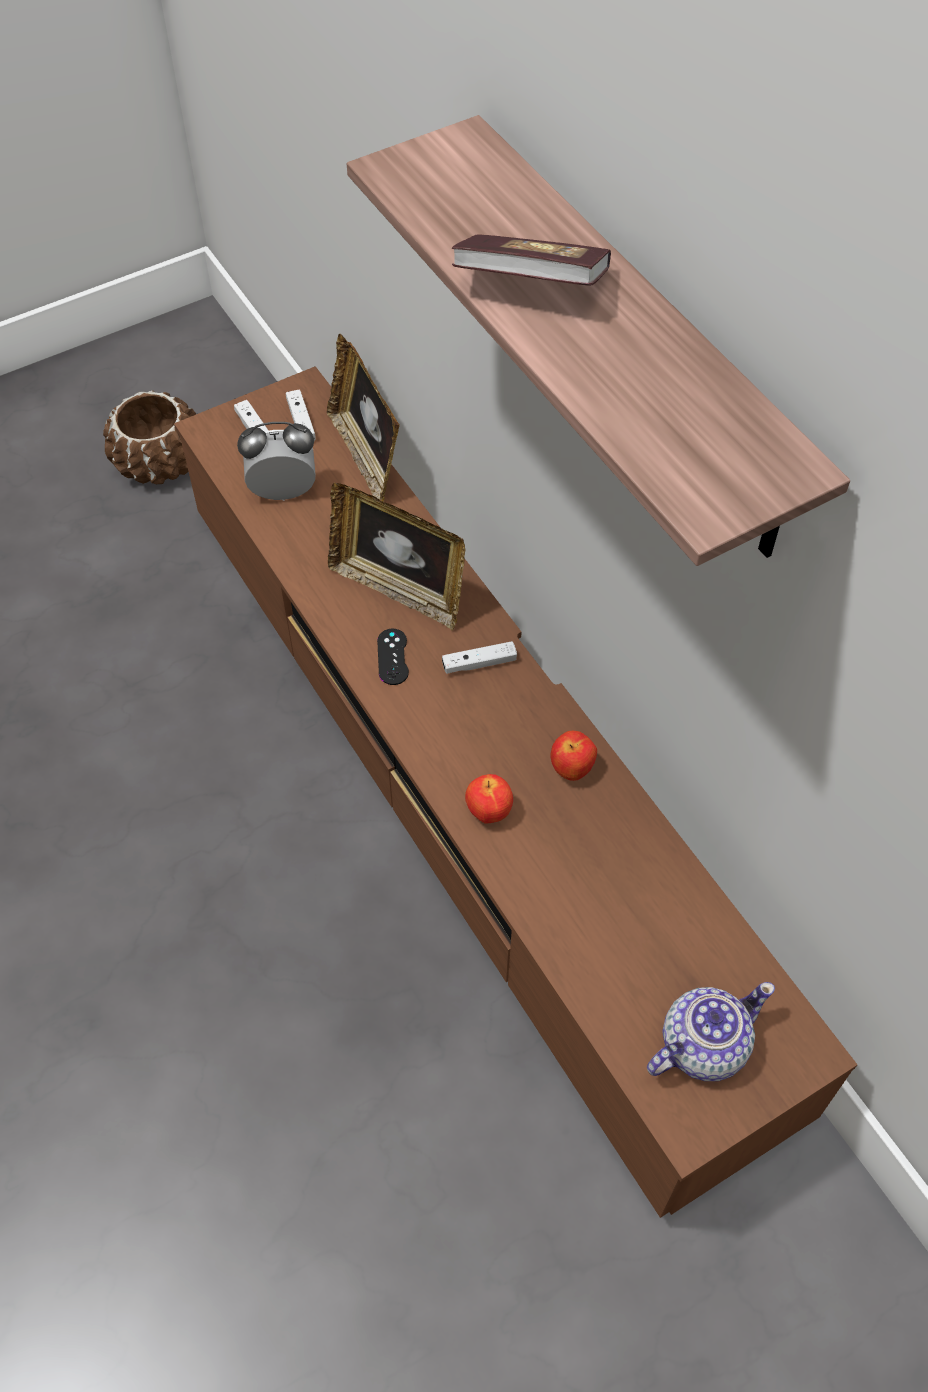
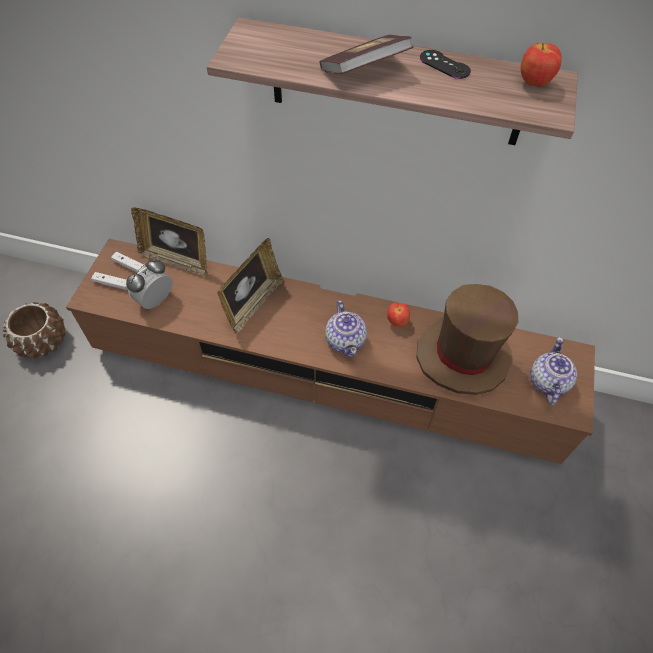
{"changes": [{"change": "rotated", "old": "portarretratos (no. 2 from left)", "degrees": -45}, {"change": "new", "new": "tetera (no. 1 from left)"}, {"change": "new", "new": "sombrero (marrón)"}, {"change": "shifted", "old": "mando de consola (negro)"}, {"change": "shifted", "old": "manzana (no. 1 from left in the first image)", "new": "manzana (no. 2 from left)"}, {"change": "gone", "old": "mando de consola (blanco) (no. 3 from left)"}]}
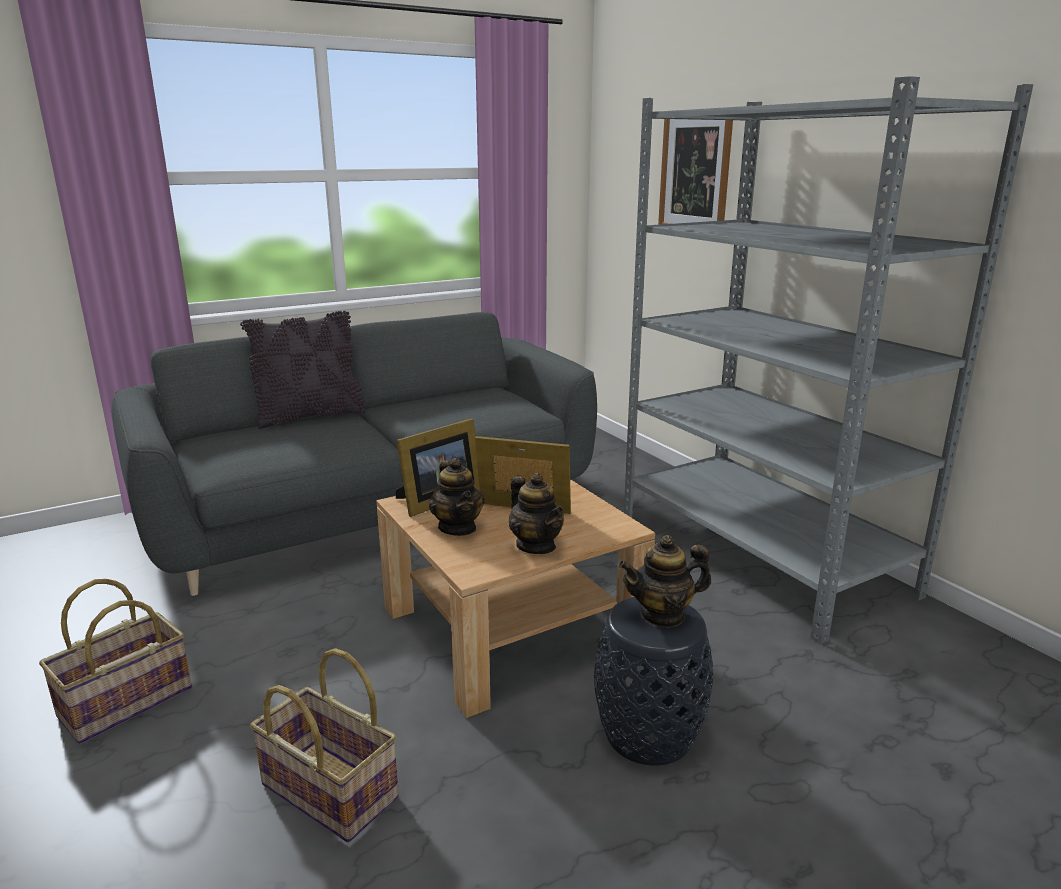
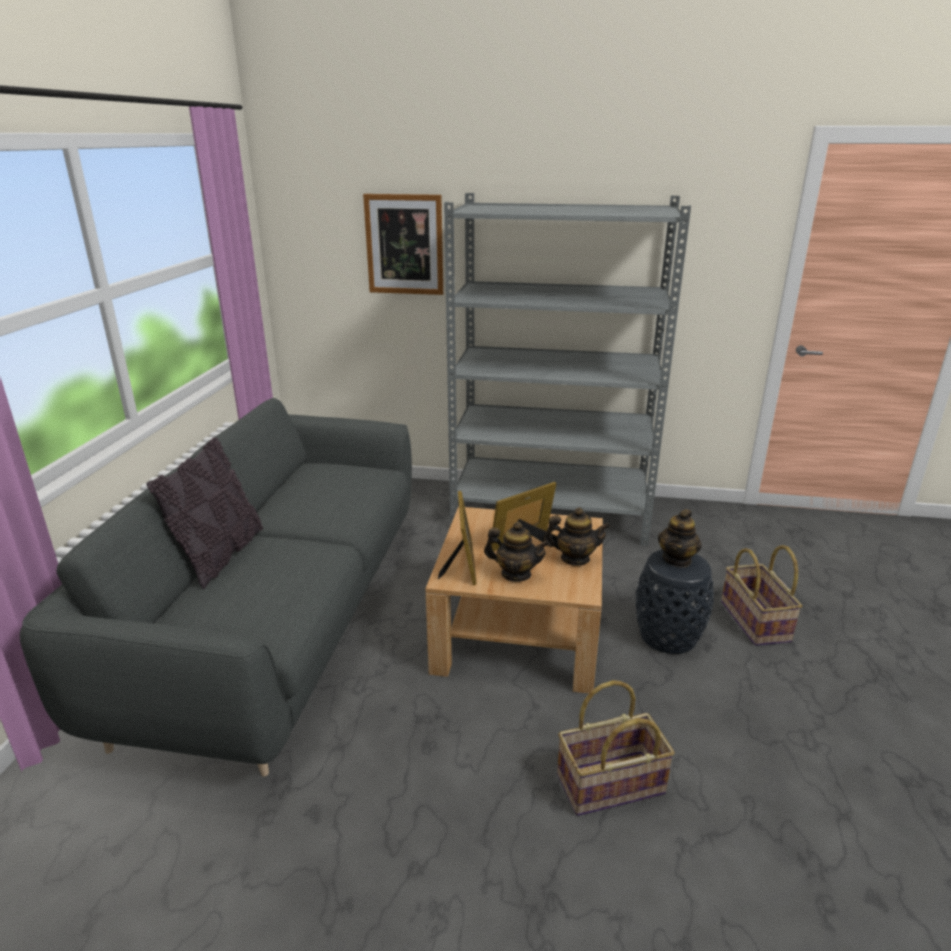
{"changes": [{"change": "shifted", "old": "cesta (no. 1 from left in the first image)", "new": "cesta (no. 2 from left)"}]}
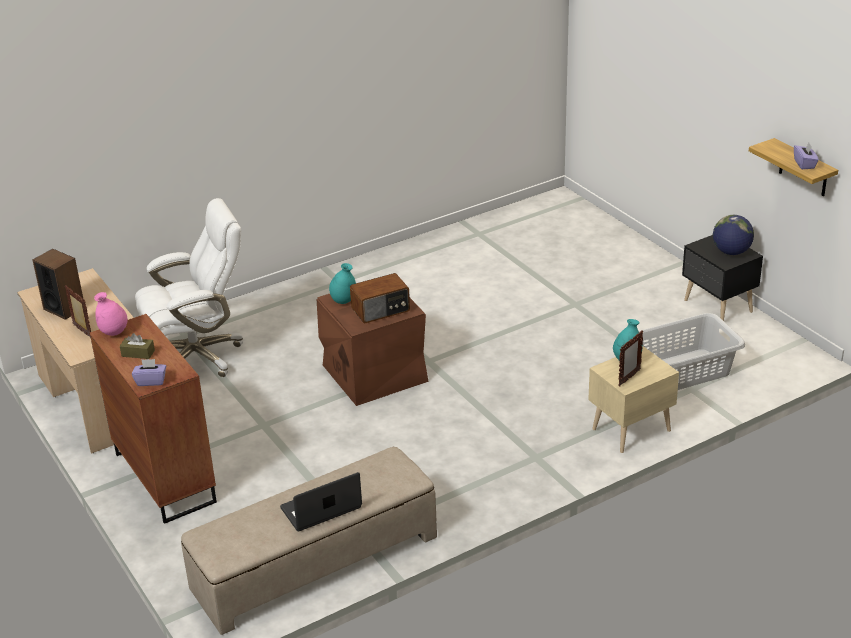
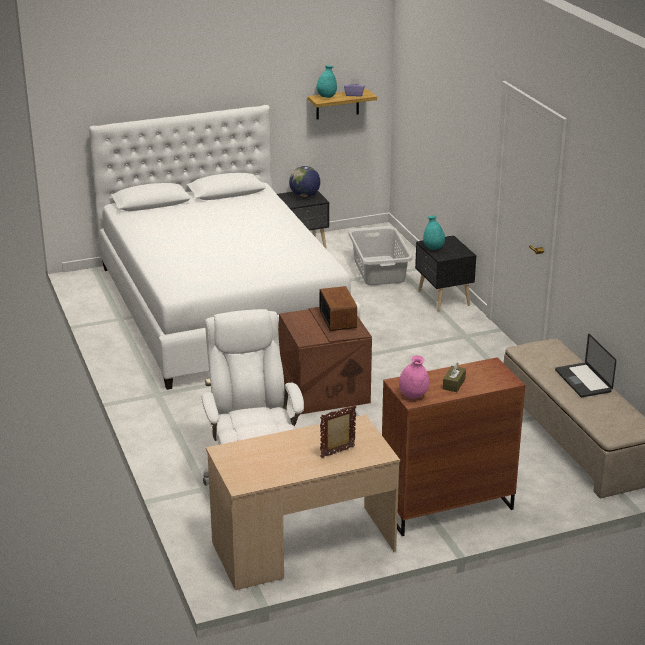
{"changes": [{"change": "new", "new": "cama (blanco)"}, {"change": "shifted", "old": "florero (turquesa) (no. 1 from left)"}, {"change": "repainted", "old": "mesita de noche (beis)", "new": "mesita de noche (negro) (no. 2 from left)"}, {"change": "gone", "old": "altavoz"}, {"change": "gone", "old": "caja de pañuelos (morado) (no. 1 from left)"}, {"change": "gone", "old": "portarretratos (no. 2 from left)"}]}
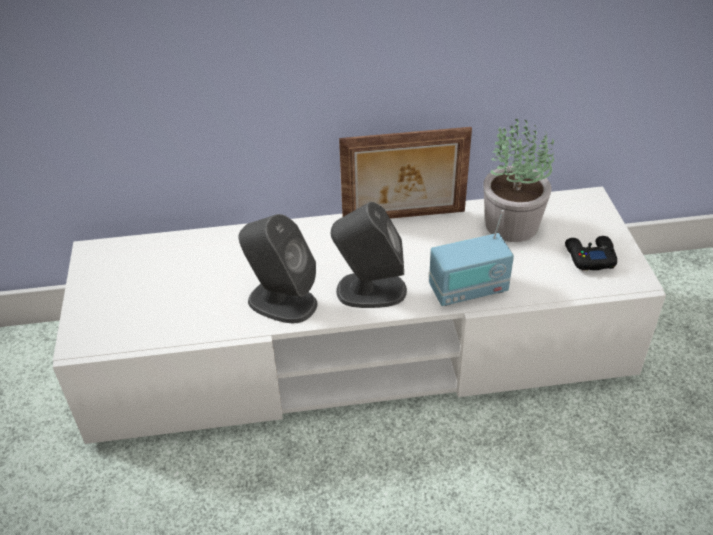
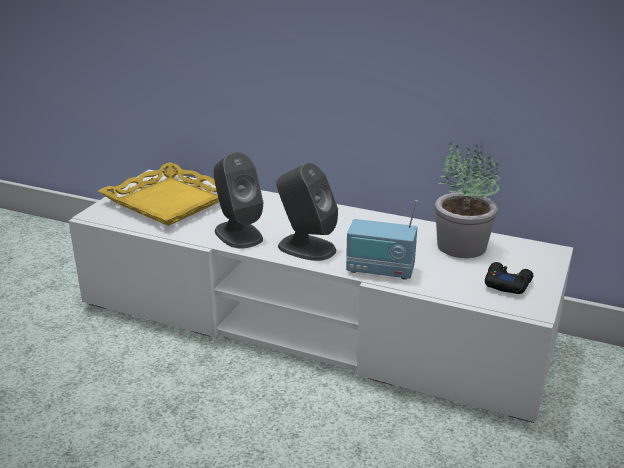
{"changes": [{"change": "new", "new": "bandeja (amarillo)"}, {"change": "gone", "old": "portarretratos"}]}
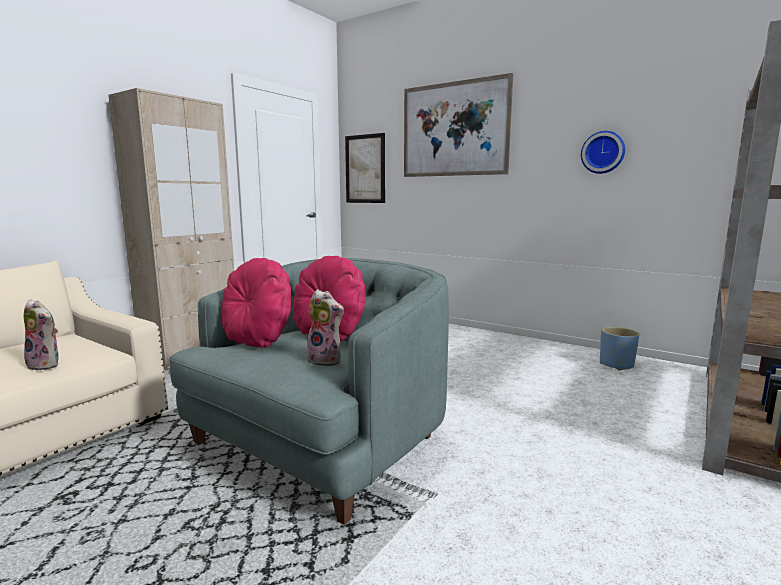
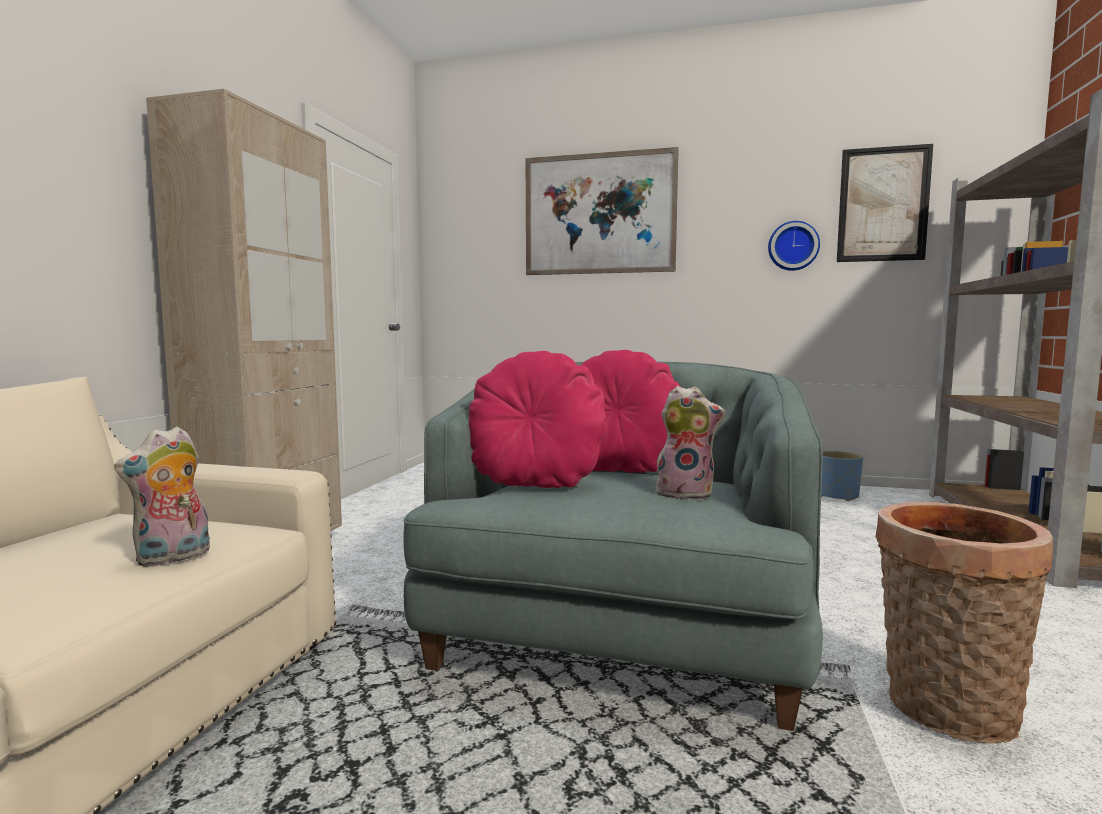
{"changes": [{"change": "rotated", "old": "peluche (no. 1 from left)", "degrees": 120}, {"change": "shifted", "old": "cuadro (no. 1 from left in the first image)", "new": "cuadro (no. 2 from left)"}, {"change": "new", "new": "cesta"}]}
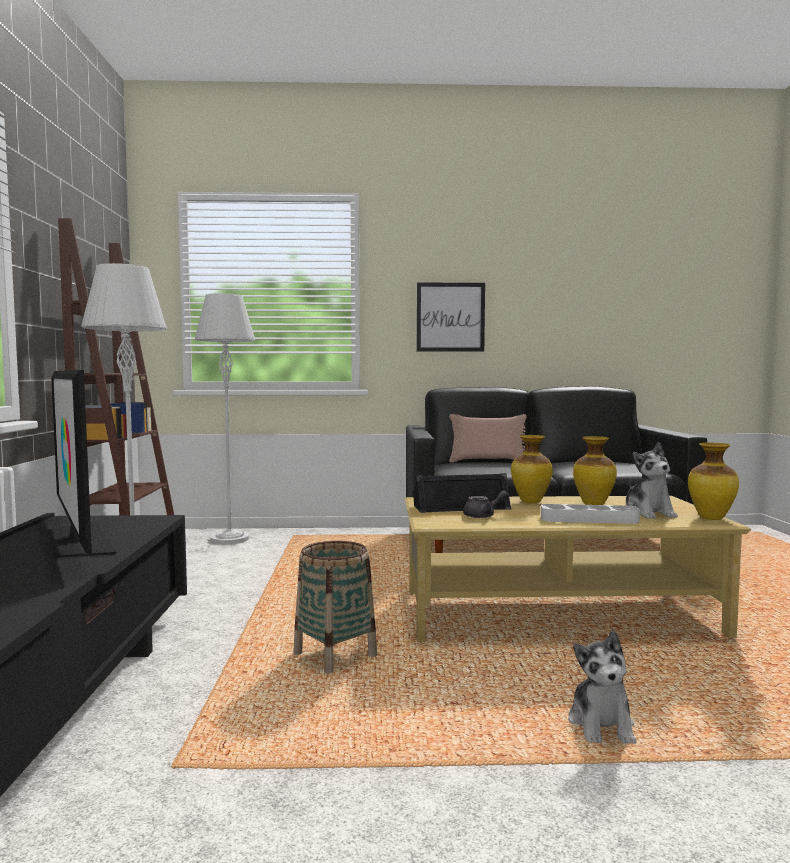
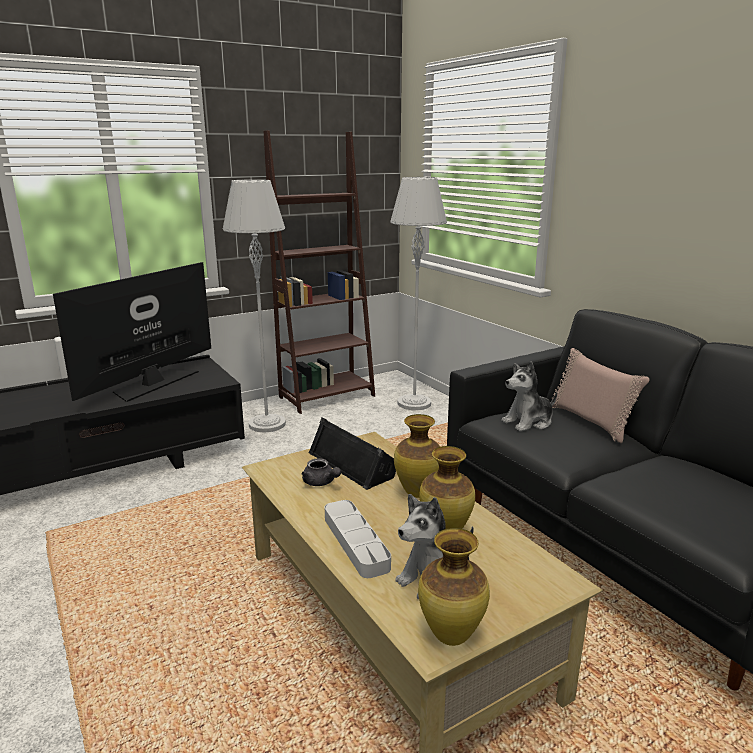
{"changes": [{"change": "shifted", "old": "peluche (no. 1 from left in the first image)", "new": "peluche (no. 2 from left)"}, {"change": "gone", "old": "cesta"}, {"change": "gone", "old": "cuadro"}]}
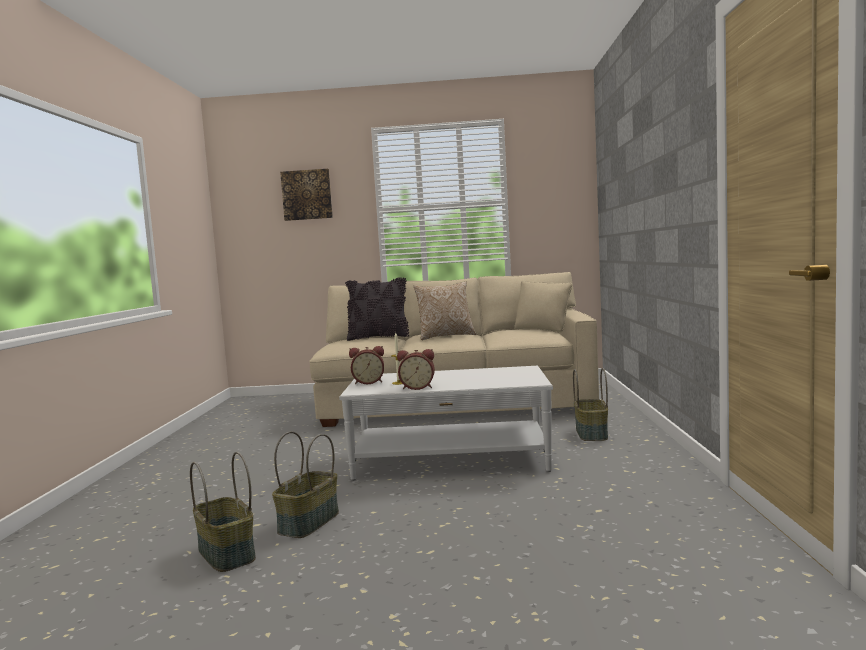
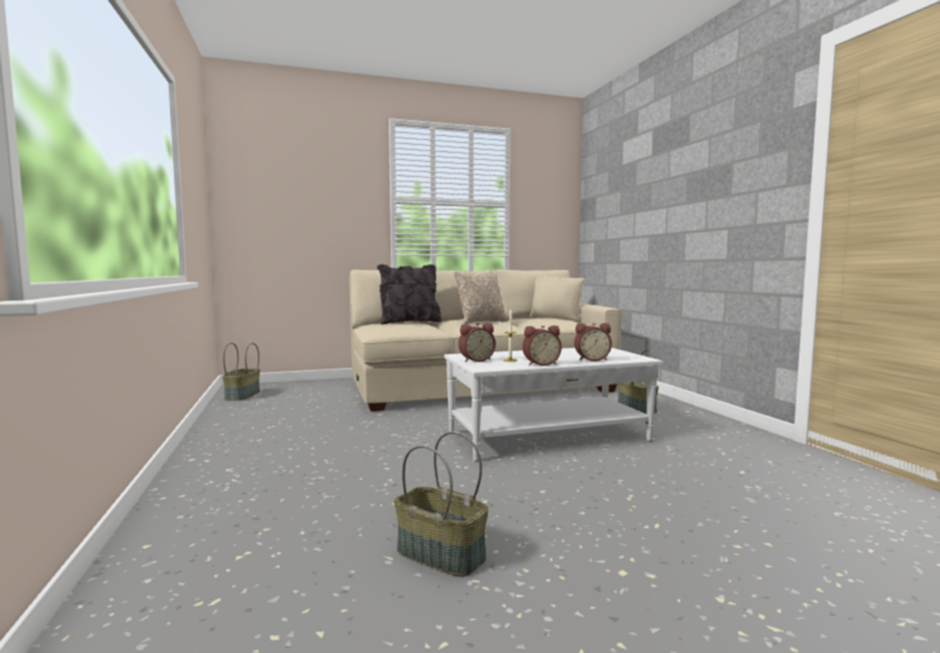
{"changes": [{"change": "shifted", "old": "cesta (no. 2 from left in the first image)", "new": "cesta (no. 1 from left)"}, {"change": "new", "new": "despertador (no. 3 from left)"}, {"change": "gone", "old": "cuadro"}]}
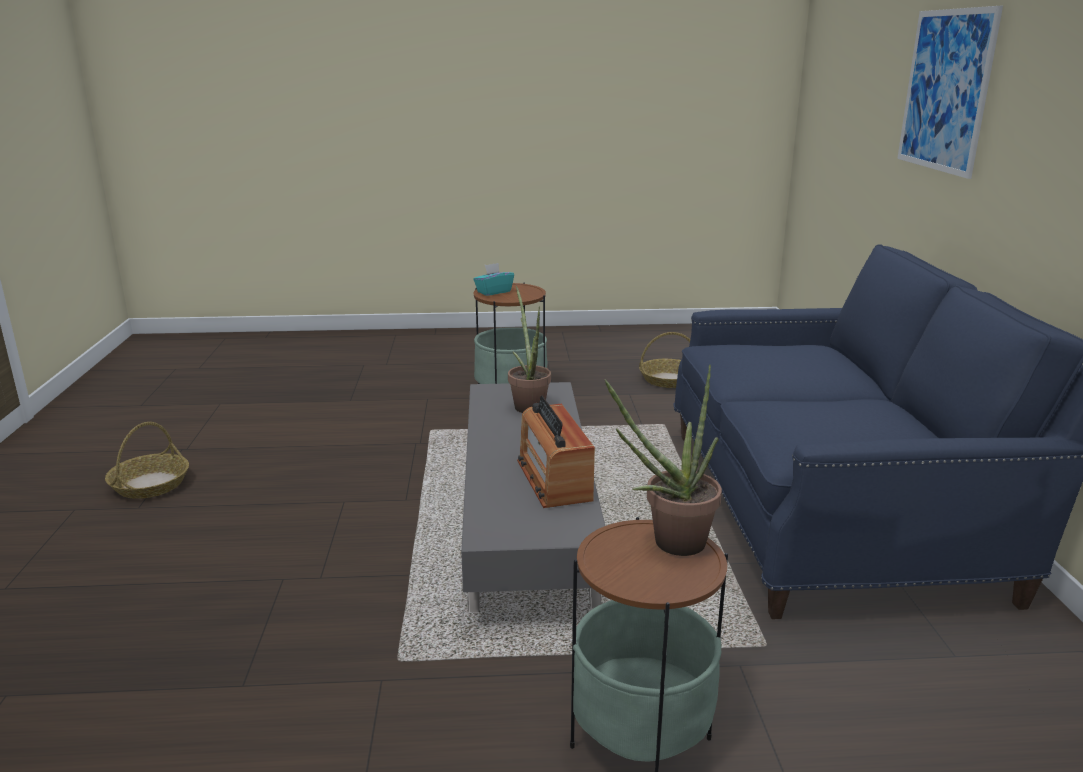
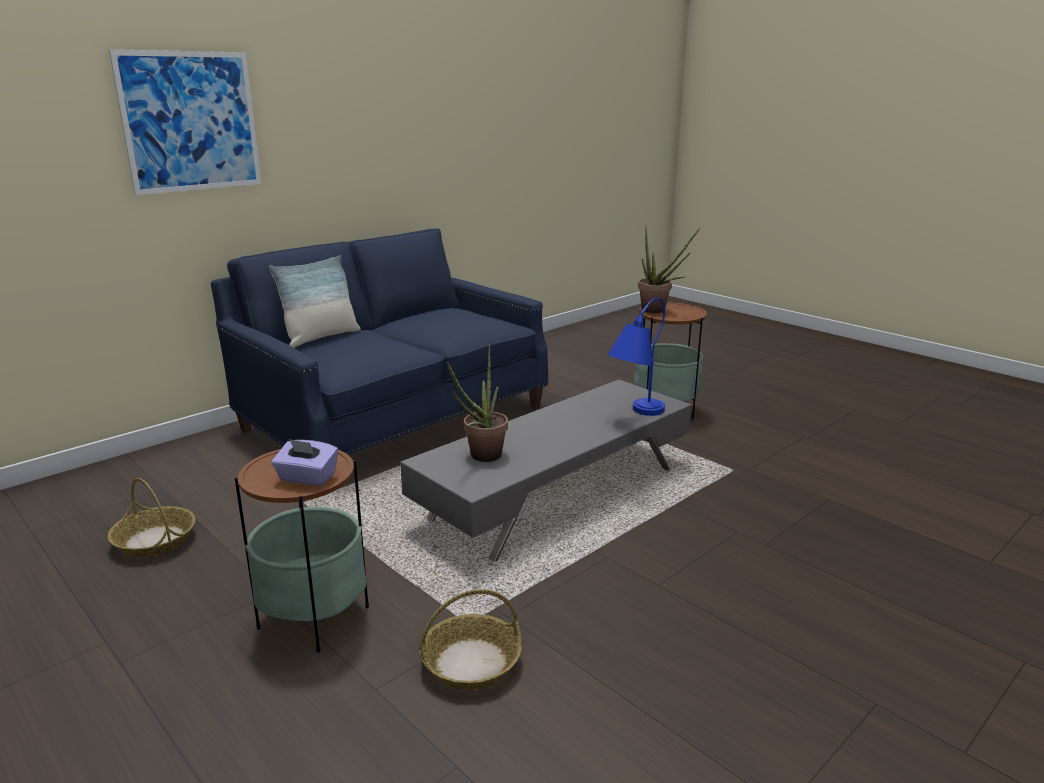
{"changes": [{"change": "new", "new": "cojín"}, {"change": "repainted", "old": "caja de pañuelos (turquesa)", "new": "caja de pañuelos (morado)"}, {"change": "shifted", "old": "cesta (no. 1 from left in the first image)", "new": "cesta (no. 2 from left)"}, {"change": "new", "new": "lámpara de mesa (azul)"}, {"change": "gone", "old": "radio"}]}
